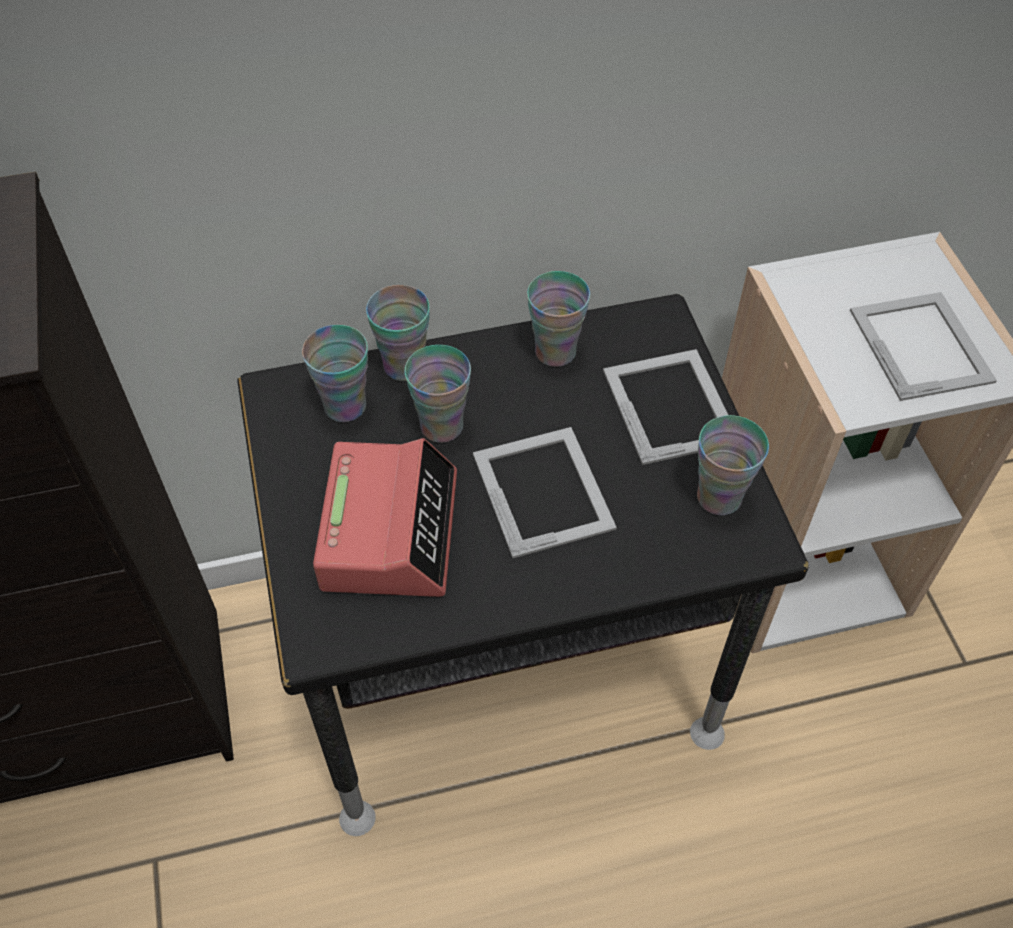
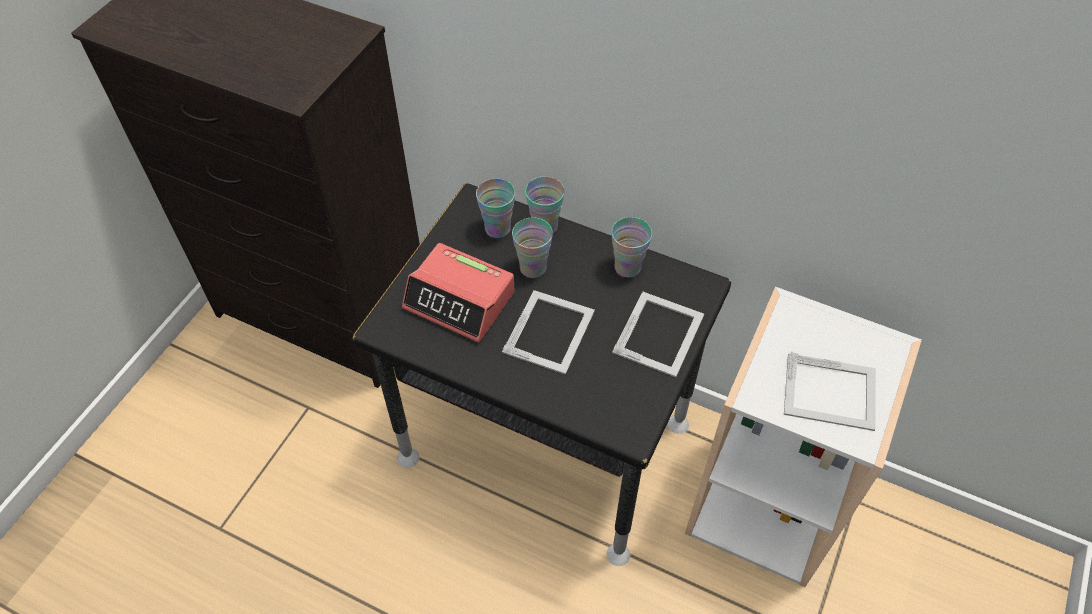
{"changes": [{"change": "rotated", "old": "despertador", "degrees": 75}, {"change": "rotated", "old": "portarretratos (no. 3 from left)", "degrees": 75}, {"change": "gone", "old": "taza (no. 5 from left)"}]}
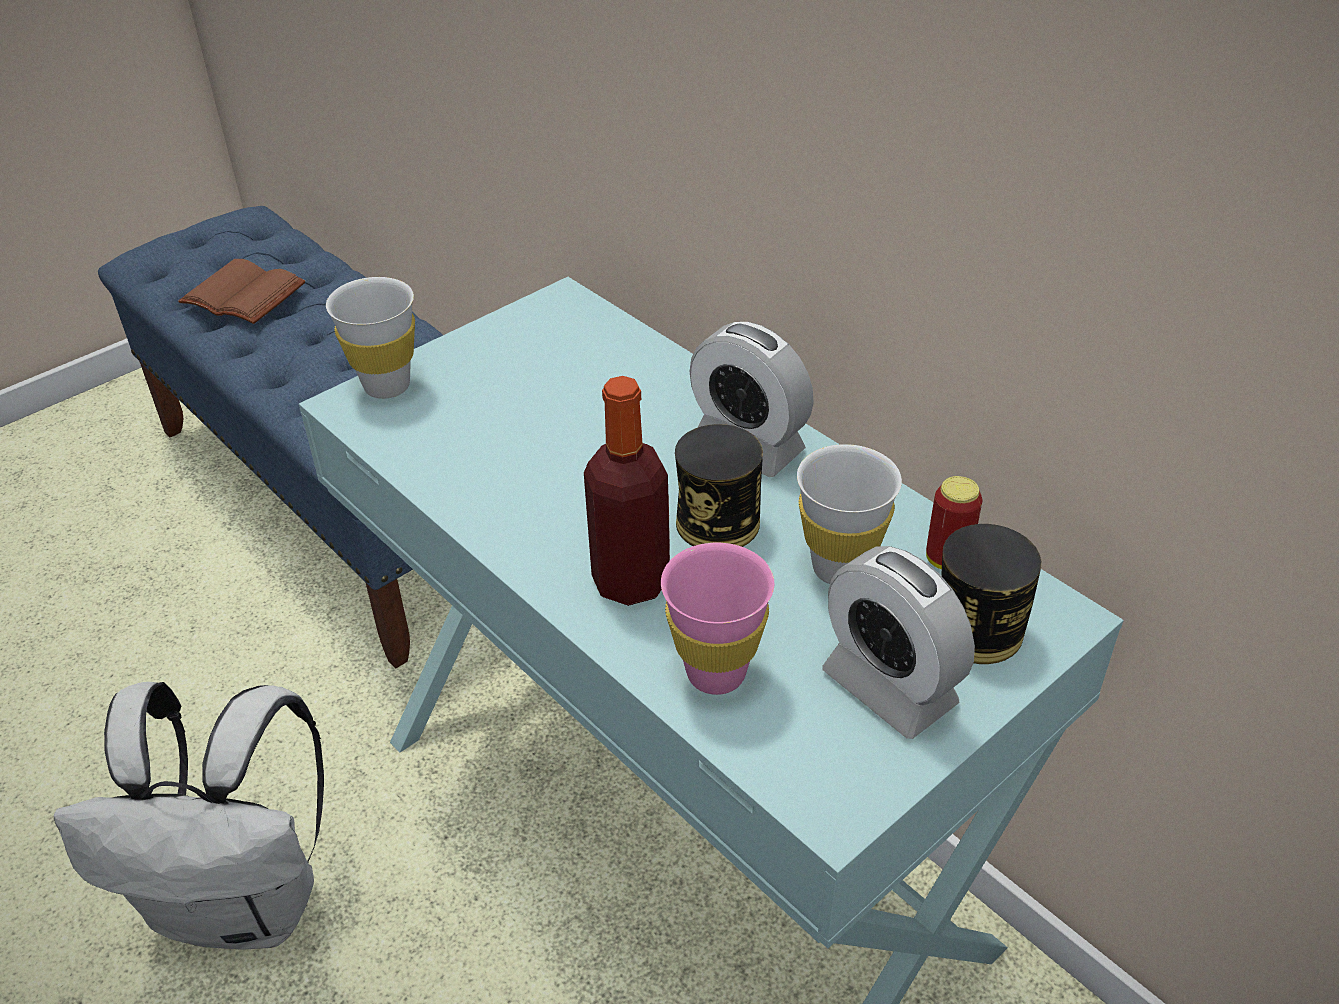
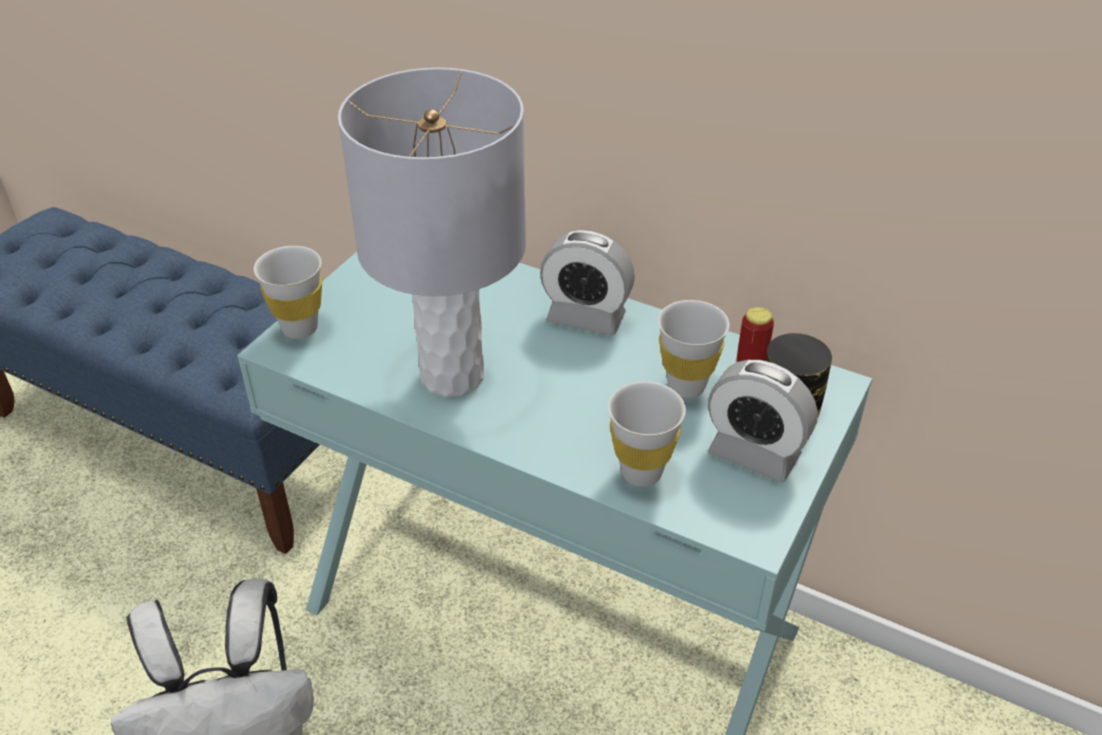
{"changes": [{"change": "new", "new": "lámpara de mesa (gris)"}, {"change": "repainted", "old": "taza (rosa)", "new": "taza (blanco) (no. 2 from left)"}, {"change": "gone", "old": "libro (marrón)"}, {"change": "gone", "old": "botella"}, {"change": "gone", "old": "lata (no. 1 from left)"}]}
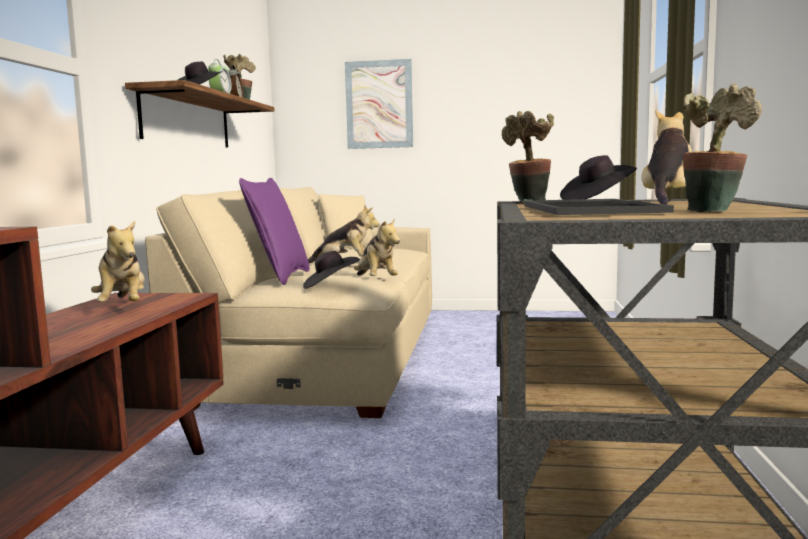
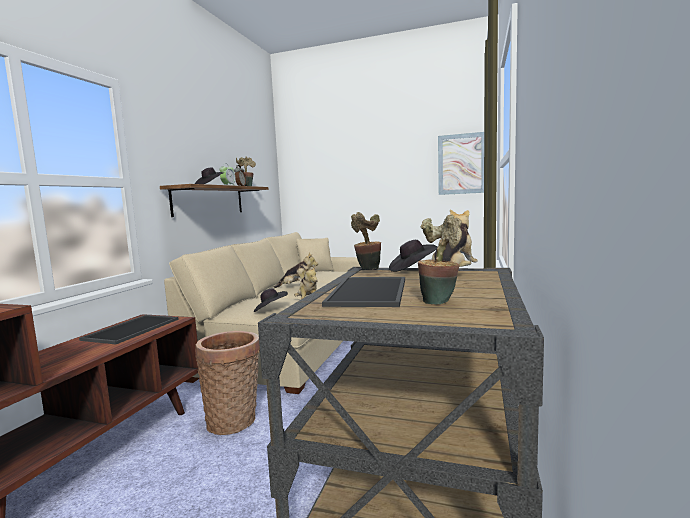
{"changes": [{"change": "swapped", "old": "peluche (no. 1 from left)", "new": "bandeja (no. 1 from left)"}, {"change": "new", "new": "cesta"}, {"change": "shifted", "old": "cuadro"}, {"change": "gone", "old": "cojín (morado)"}]}
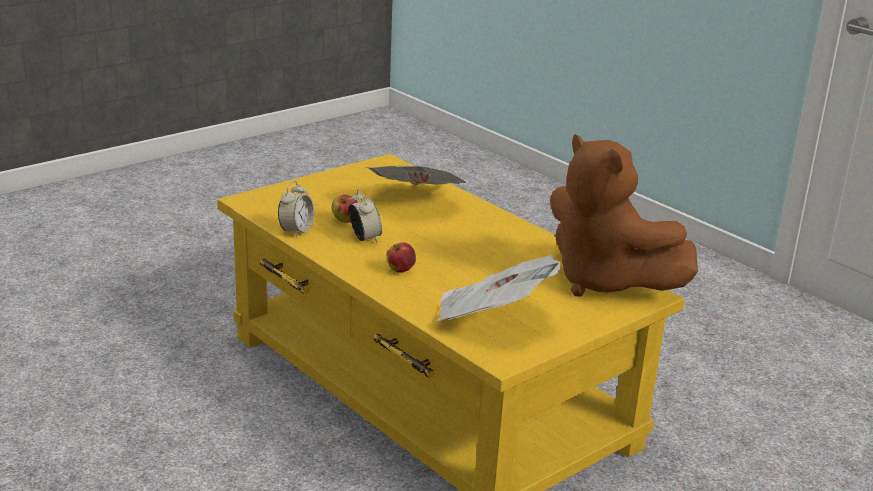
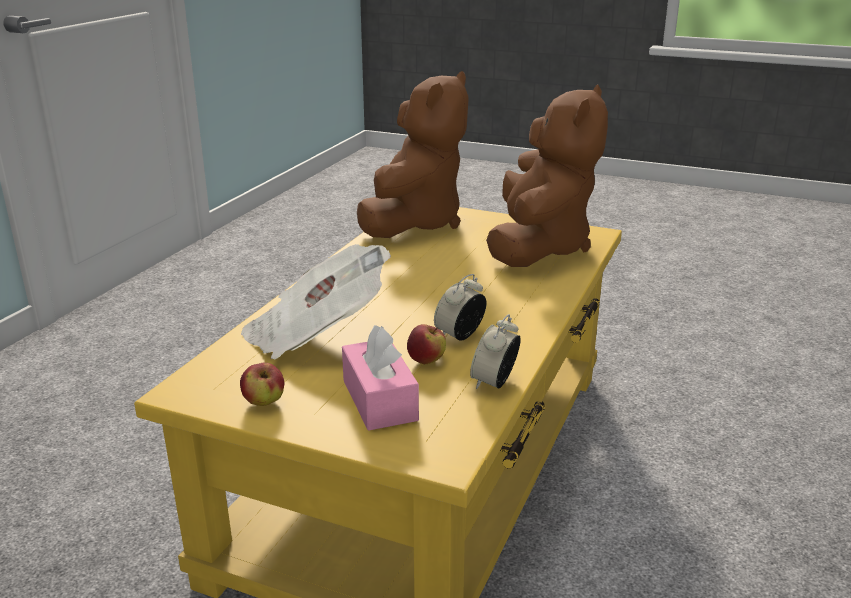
{"changes": [{"change": "shifted", "old": "manzana (no. 2 from left in the first image)", "new": "manzana (no. 1 from left)"}, {"change": "new", "new": "caja de pañuelos (rosa)"}, {"change": "rotated", "old": "despertador (no. 1 from left in the first image)", "degrees": -60}, {"change": "swapped", "old": "periódico (no. 2 from left)", "new": "peluche (marrón) (no. 2 from left)"}]}
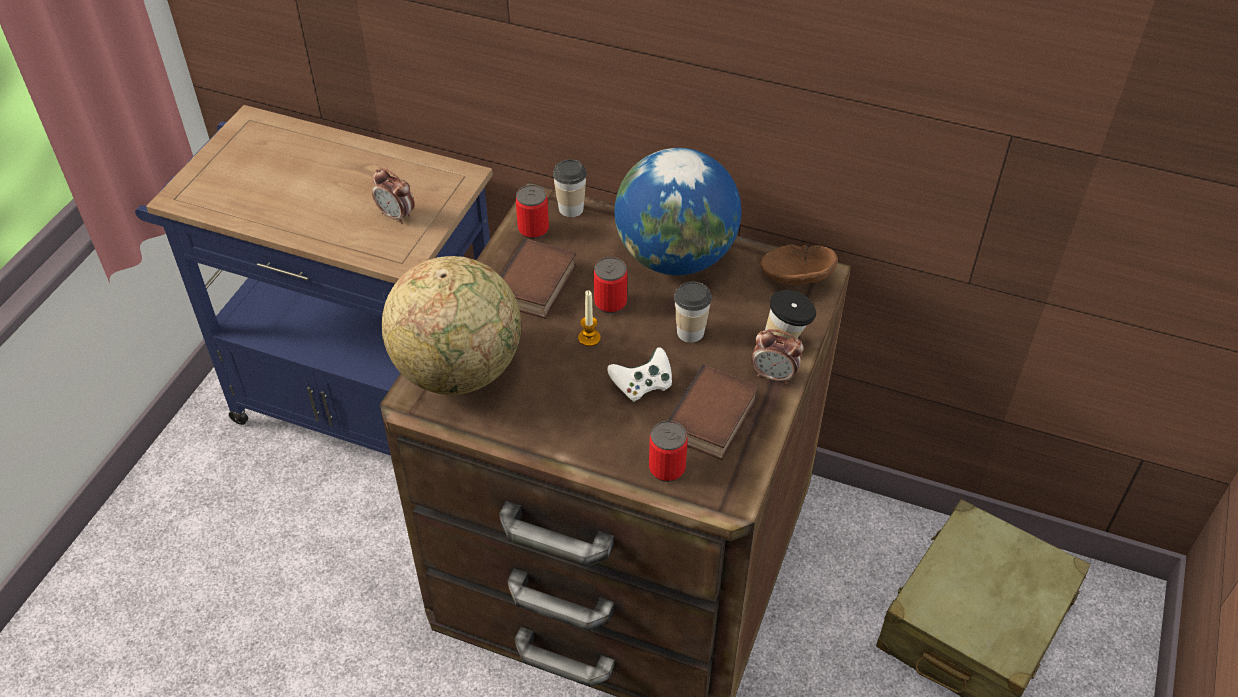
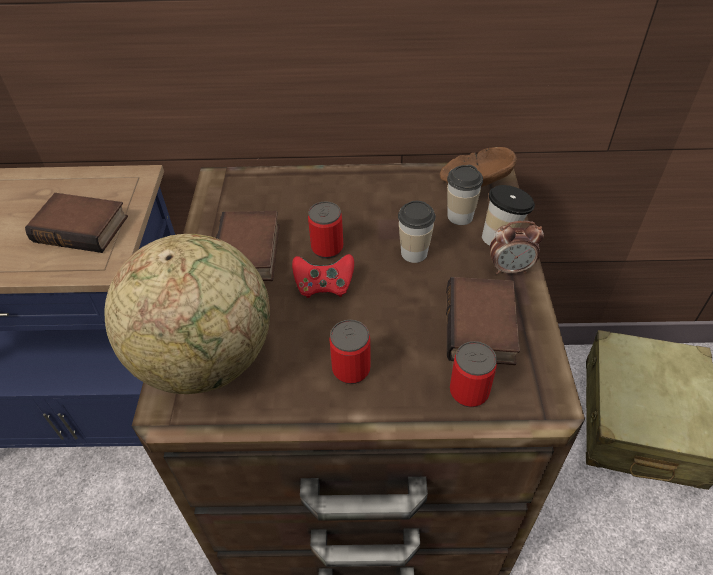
{"changes": [{"change": "swapped", "old": "despertador (no. 1 from left)", "new": "libro (no. 1 from left)"}, {"change": "swapped", "old": "vela", "new": "mando de consola (rojo)"}, {"change": "shifted", "old": "lata (no. 1 from left in the first image)", "new": "lata (no. 2 from left)"}, {"change": "shifted", "old": "taza (no. 1 from left in the first image)", "new": "taza (no. 2 from left)"}, {"change": "gone", "old": "mando de consola (blanco)"}, {"change": "gone", "old": "globo terráqueo (no. 2 from left)"}]}
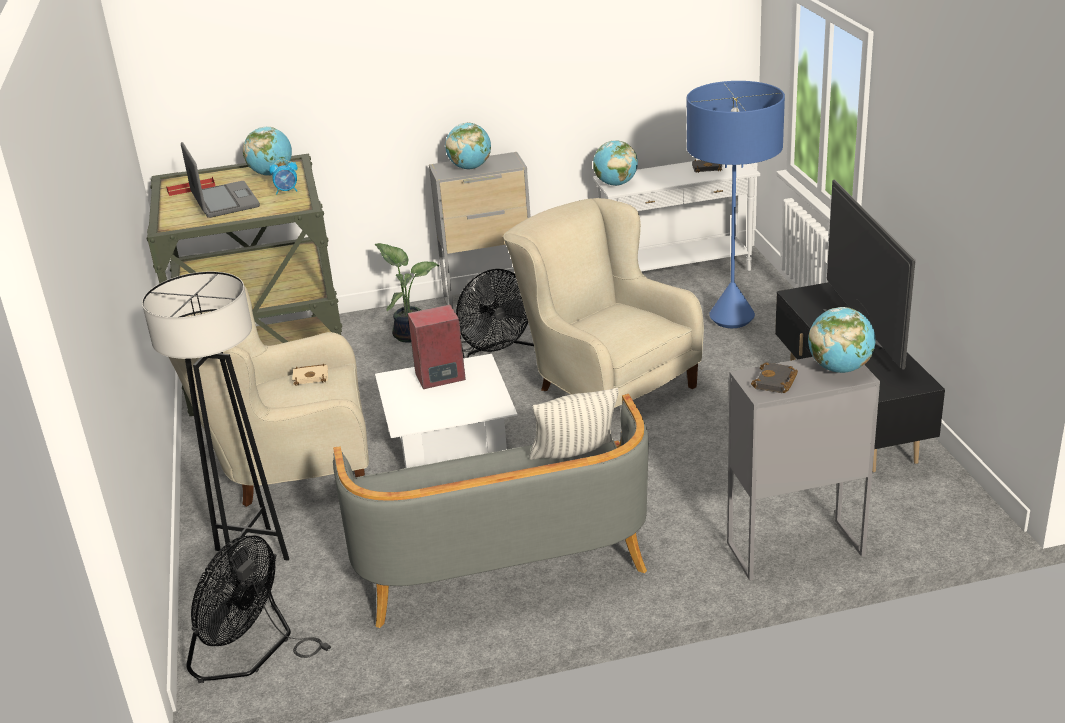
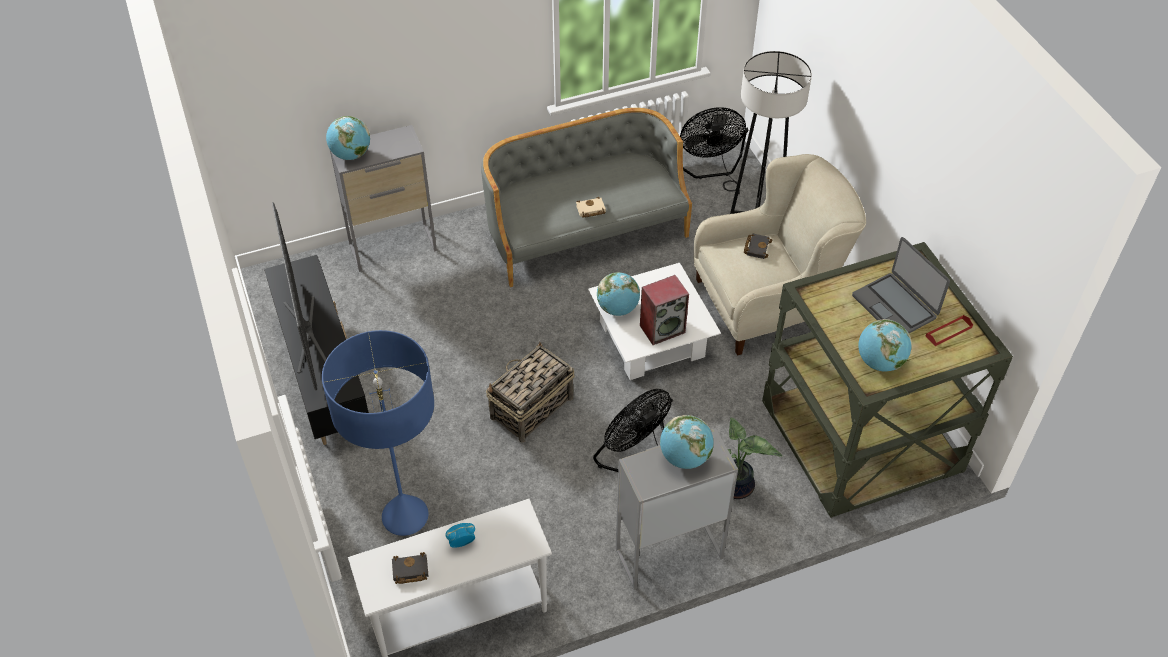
{"changes": [{"change": "shifted", "old": "despertador"}, {"change": "swapped", "old": "sillón (beis) (no. 2 from left)", "new": "cesta"}, {"change": "shifted", "old": "libro (beis)"}, {"change": "shifted", "old": "globo terráqueo (no. 3 from left in the first image)", "new": "globo terráqueo (no. 2 from left)"}, {"change": "rotated", "old": "ventilador (negro) (no. 1 from left in the first image)", "degrees": -120}, {"change": "shifted", "old": "libro (negro) (no. 2 from left)"}, {"change": "gone", "old": "cojín"}]}
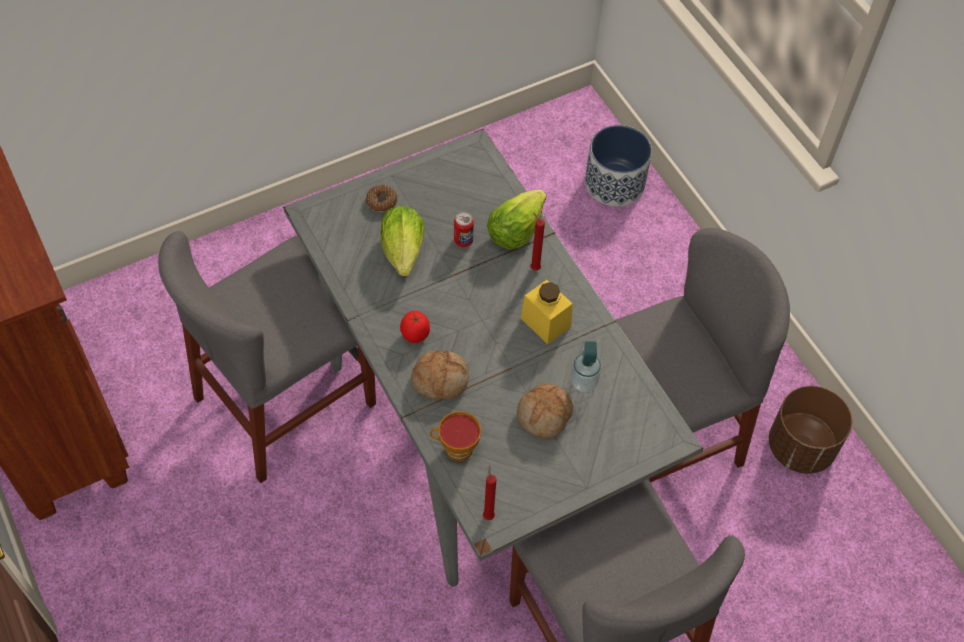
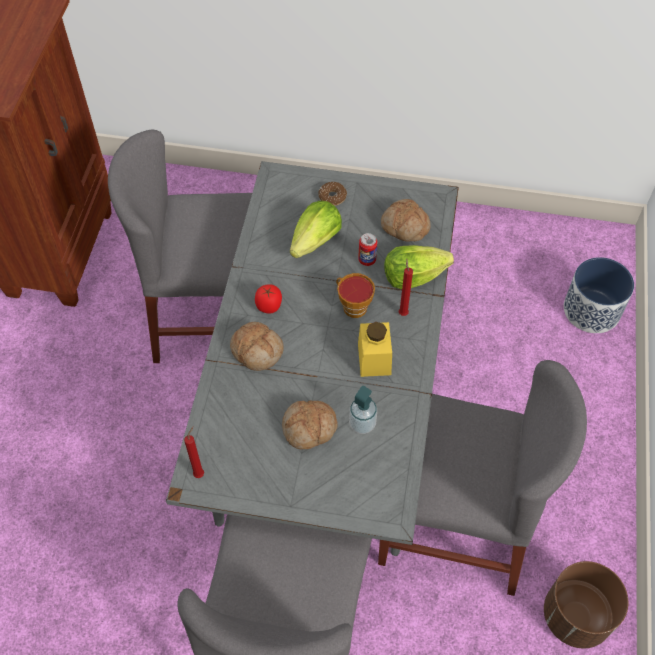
{"changes": [{"change": "shifted", "old": "taza"}, {"change": "new", "new": "pan (no. 3 from left)"}]}
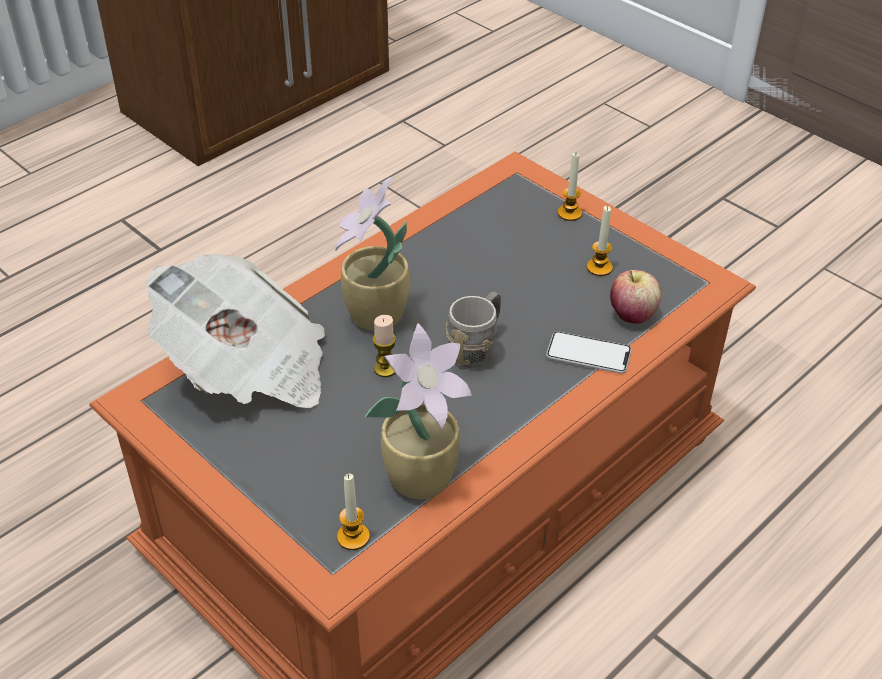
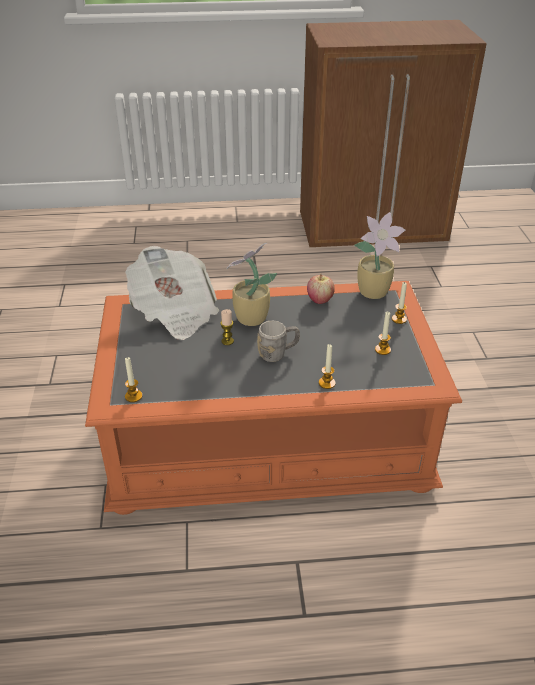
{"changes": [{"change": "shifted", "old": "manzana"}, {"change": "swapped", "old": "móvil", "new": "vela (no. 3 from left)"}, {"change": "shifted", "old": "planta en maceta (no. 2 from left)"}]}
